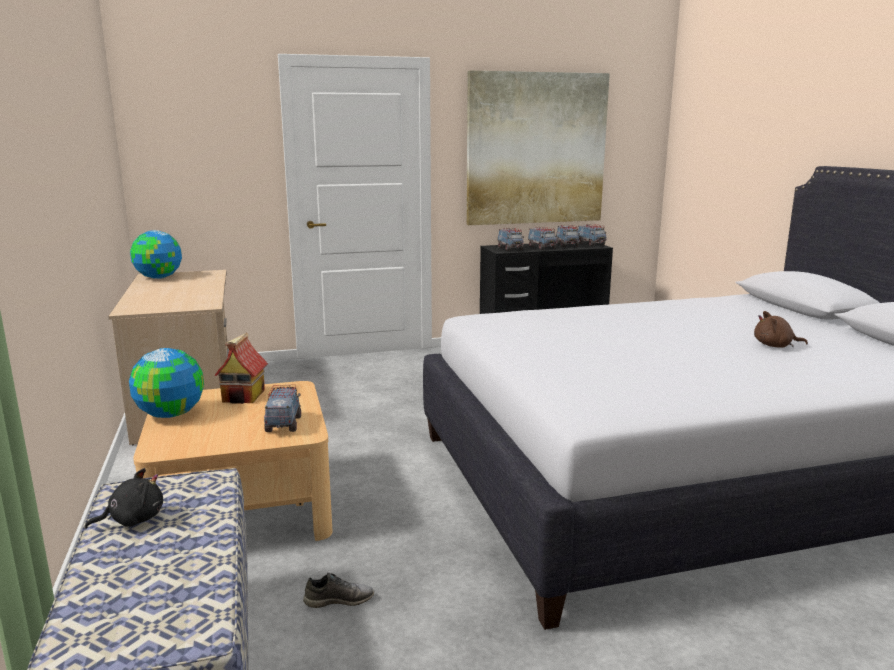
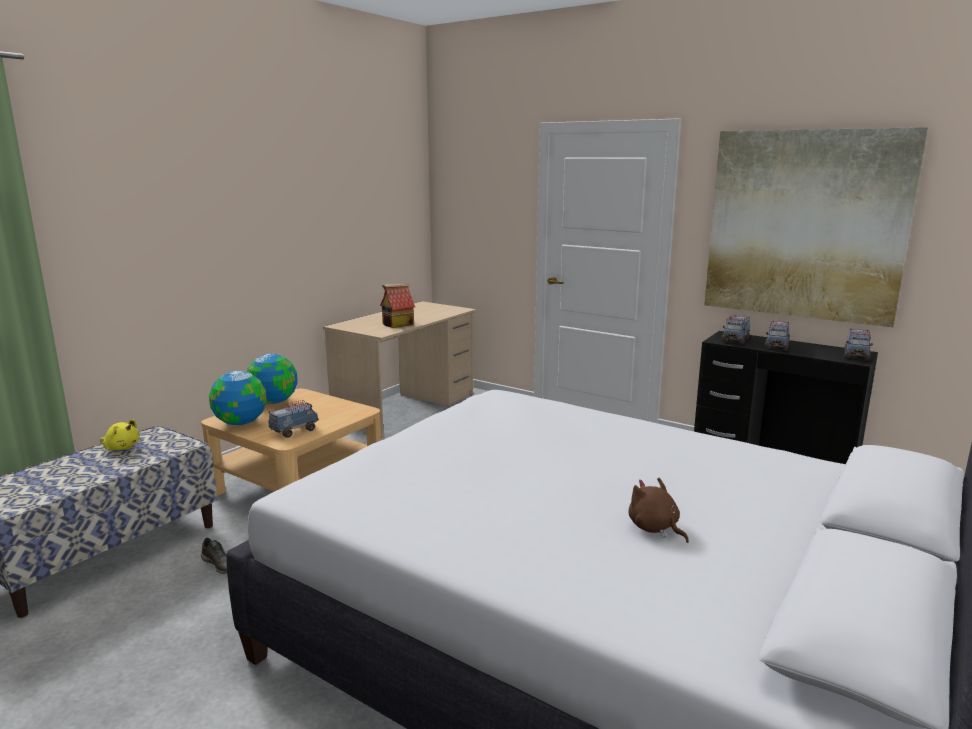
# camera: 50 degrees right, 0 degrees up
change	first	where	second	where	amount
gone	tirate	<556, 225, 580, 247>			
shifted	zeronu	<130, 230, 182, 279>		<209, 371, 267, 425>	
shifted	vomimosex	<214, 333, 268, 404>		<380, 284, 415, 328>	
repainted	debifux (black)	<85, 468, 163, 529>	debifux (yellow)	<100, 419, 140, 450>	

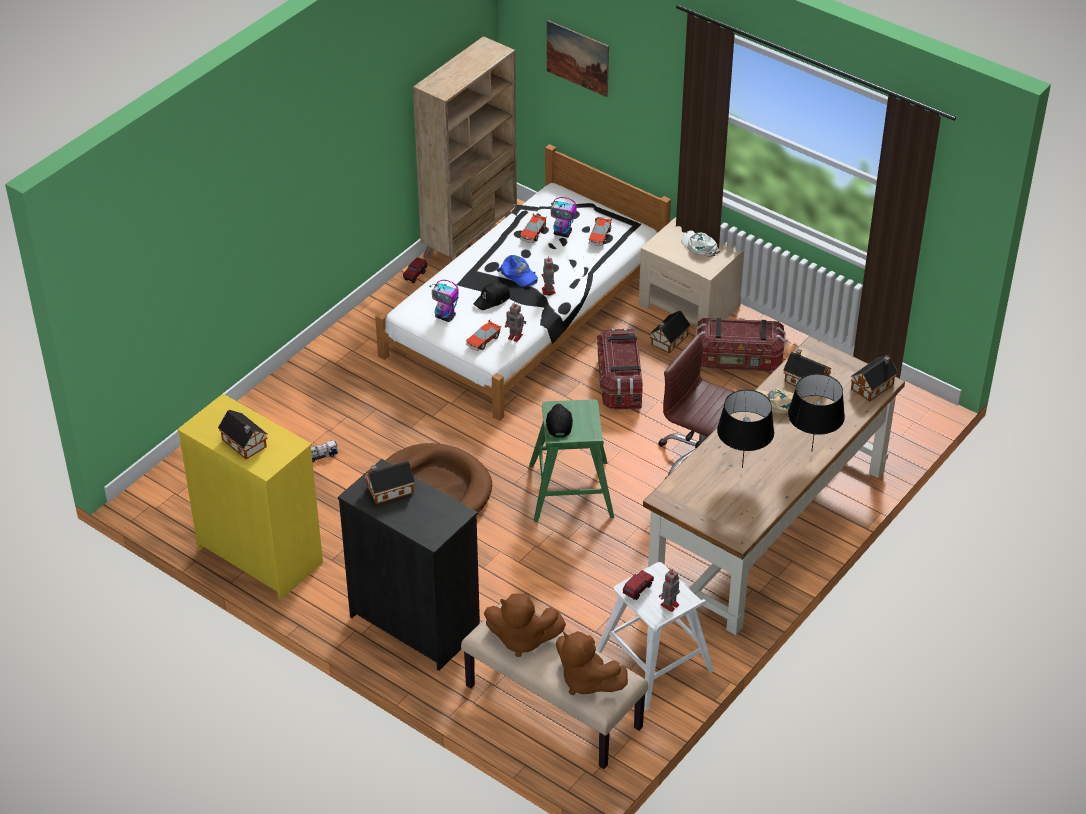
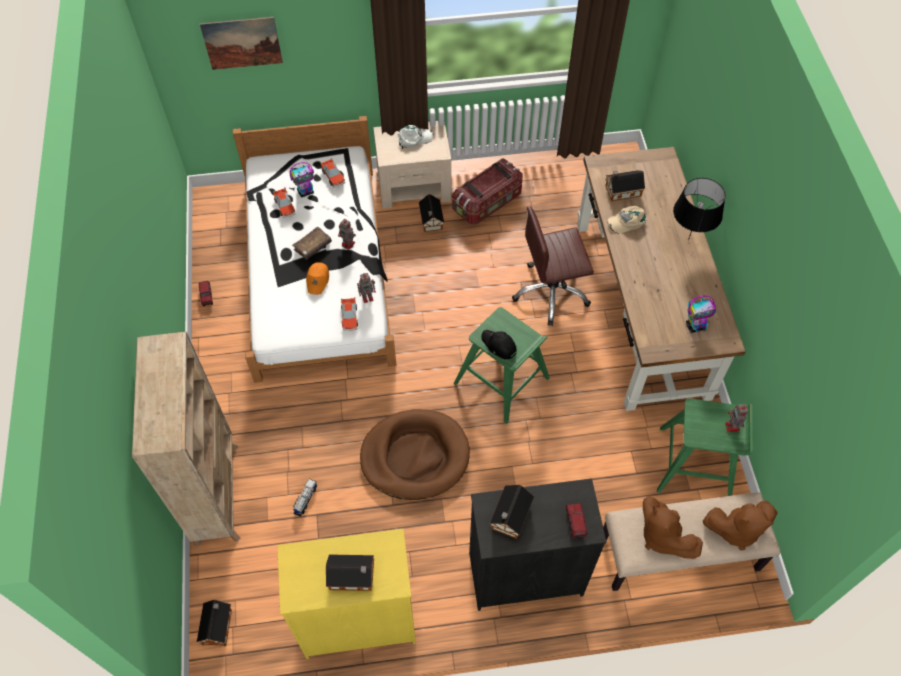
# camera: 45 degrees left, 15 degrees up
change	first	where	second	where	amount
shifted	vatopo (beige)	<413, 36, 517, 262>		<132, 332, 240, 547>	
rotated	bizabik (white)	<681, 231, 721, 257>		<398, 125, 433, 149>	150 degrees clockwise
swapped	bizabik (blue)	<496, 255, 538, 287>	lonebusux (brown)	<292, 226, 332, 260>	
shifted	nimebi	<429, 280, 459, 322>		<686, 295, 716, 333>	
repainted	bizabik (black)	<473, 282, 510, 310>	bizabik (orange)	<306, 262, 329, 295>	
gone	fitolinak	<597, 328, 643, 410>			
shifted	vomimosex	<850, 355, 898, 402>		<197, 600, 232, 646>	
gone	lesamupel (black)	<717, 390, 774, 468>			
repainted	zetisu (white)	<596, 562, 714, 711>	zetisu (green)	<657, 398, 753, 496>	
shifted	tirate	<623, 570, 654, 600>		<566, 503, 587, 538>	
rotated	debifux (brown)	<484, 593, 566, 657>		<643, 496, 703, 559>	90 degrees clockwise

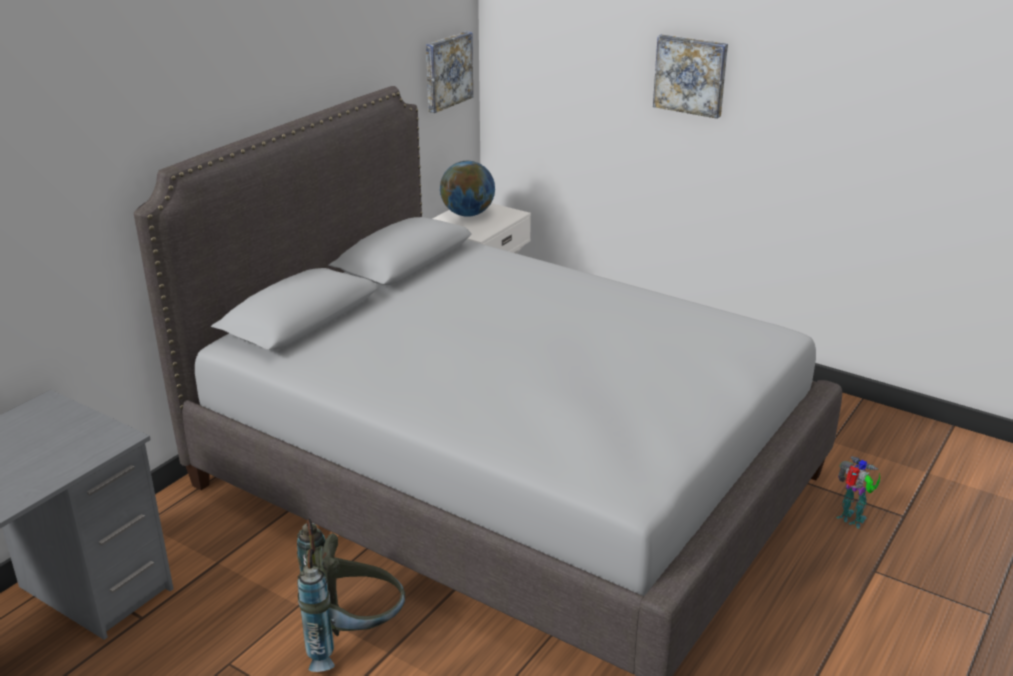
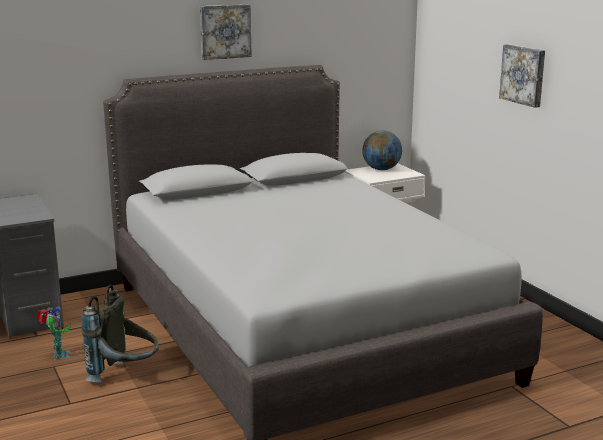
# camera: 30 degrees right, 10 degrees down
change	first	where	second	where	amount
shifted	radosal	<426, 31, 473, 113>		<200, 4, 252, 60>	
shifted	nimebi	<836, 456, 880, 528>		<37, 306, 71, 360>	

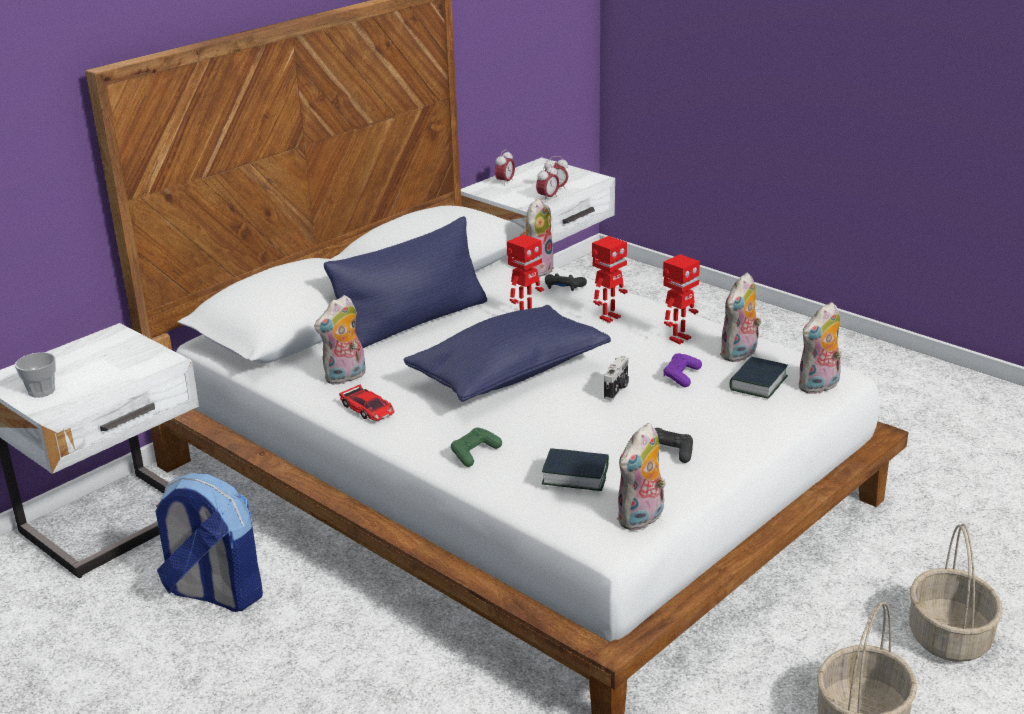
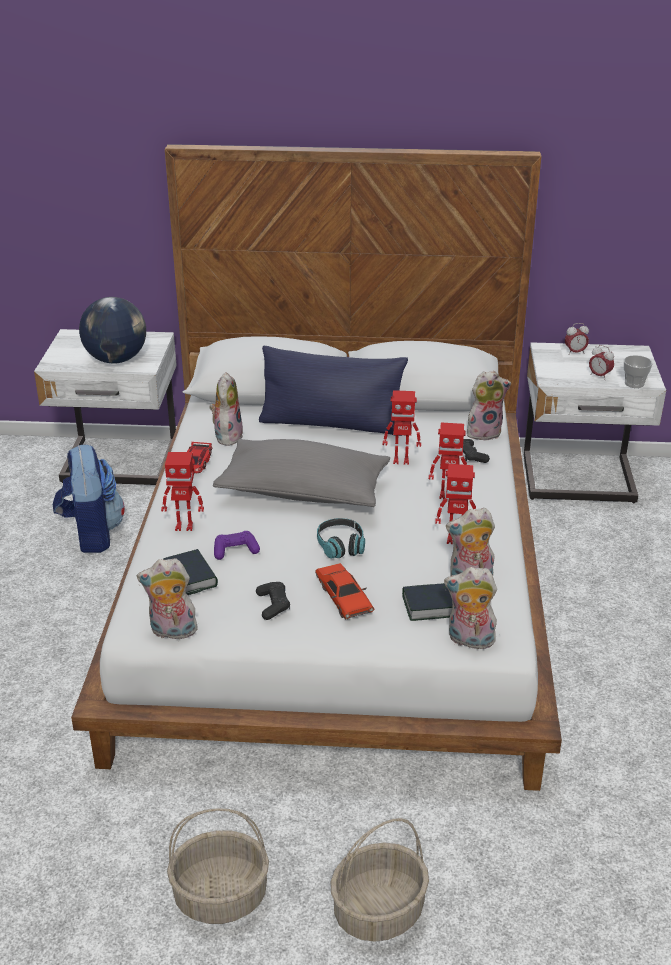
# camera: 50 degrees right, 5 degrees up
change	first	where	second	where	amount
gone	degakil	<536, 164, 559, 202>			
rotated	debifux	<314, 295, 366, 385>		<210, 372, 243, 446>	90 degrees clockwise
repainted	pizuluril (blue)	<403, 305, 611, 402>	pizuluril (grey)	<213, 439, 390, 507>	
shifted	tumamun	<15, 352, 56, 397>		<624, 355, 652, 388>	
shifted	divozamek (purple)	<663, 353, 702, 387>		<214, 531, 260, 560>	
swapped	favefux	<604, 355, 629, 400>	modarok	<317, 518, 365, 558>	
swapped	divozamek (green)	<451, 428, 502, 467>	nimebi	<161, 452, 204, 531>	
new			zeronu	<79, 297, 146, 364>	
new			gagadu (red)	<315, 563, 374, 619>	

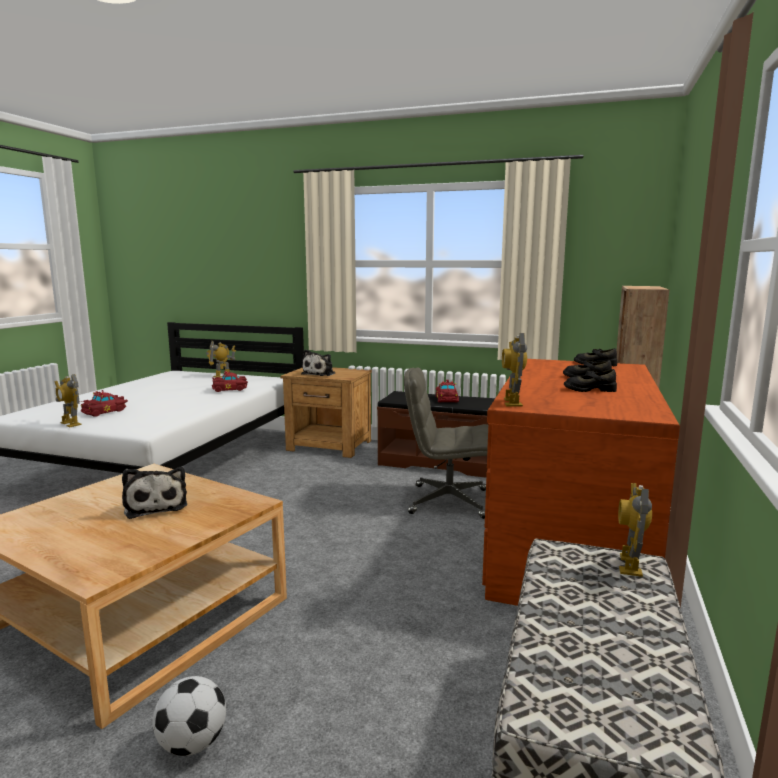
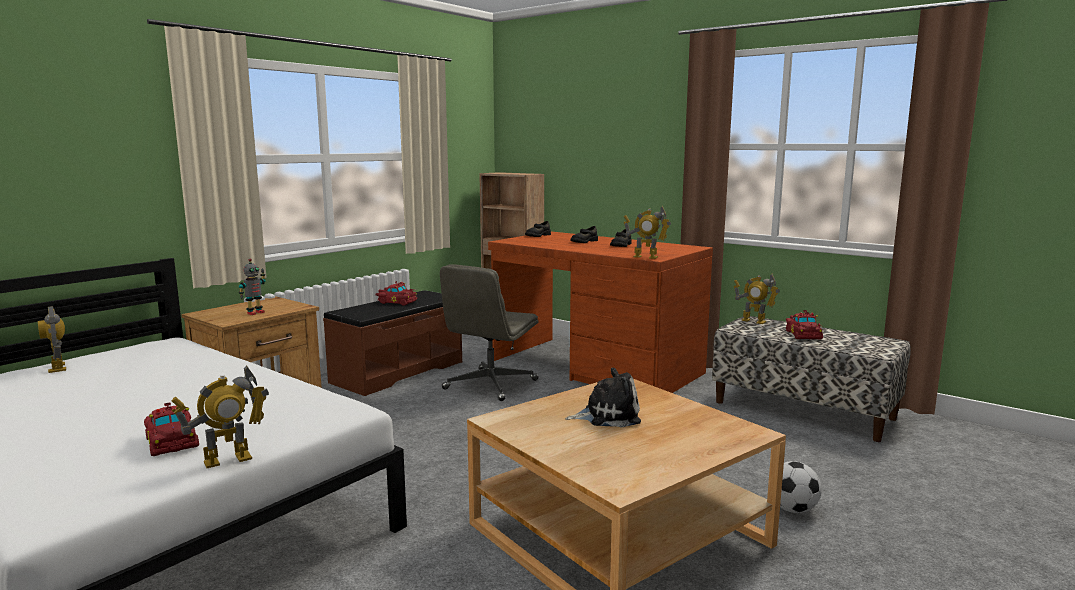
# camera: 70 degrees left, 0 degrees up
change	first	where	second	where	amount
swapped	debifux	<301, 349, 335, 376>	nimebi	<239, 259, 266, 315>	
shifted	gagadu (red)	<212, 370, 248, 392>		<786, 310, 823, 340>	

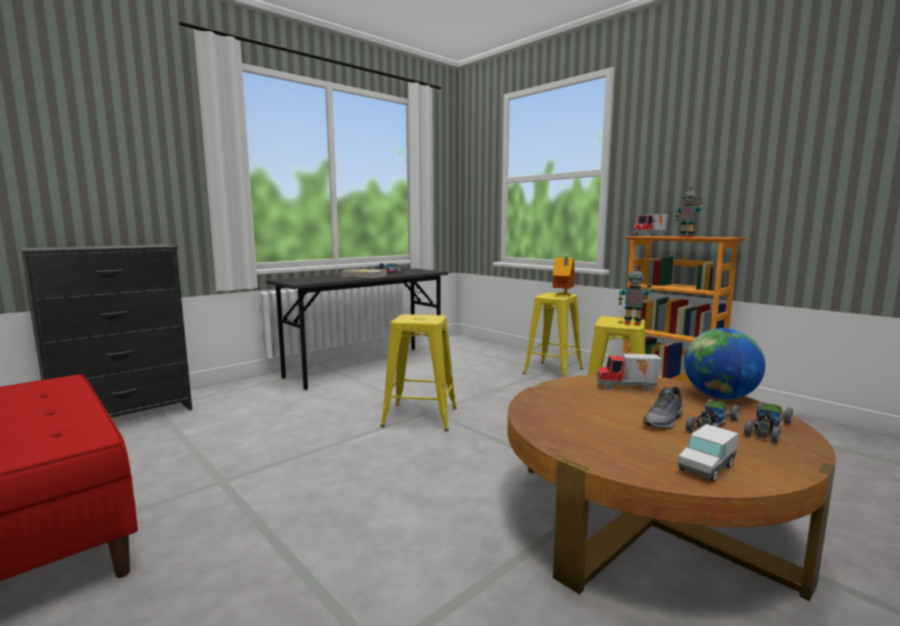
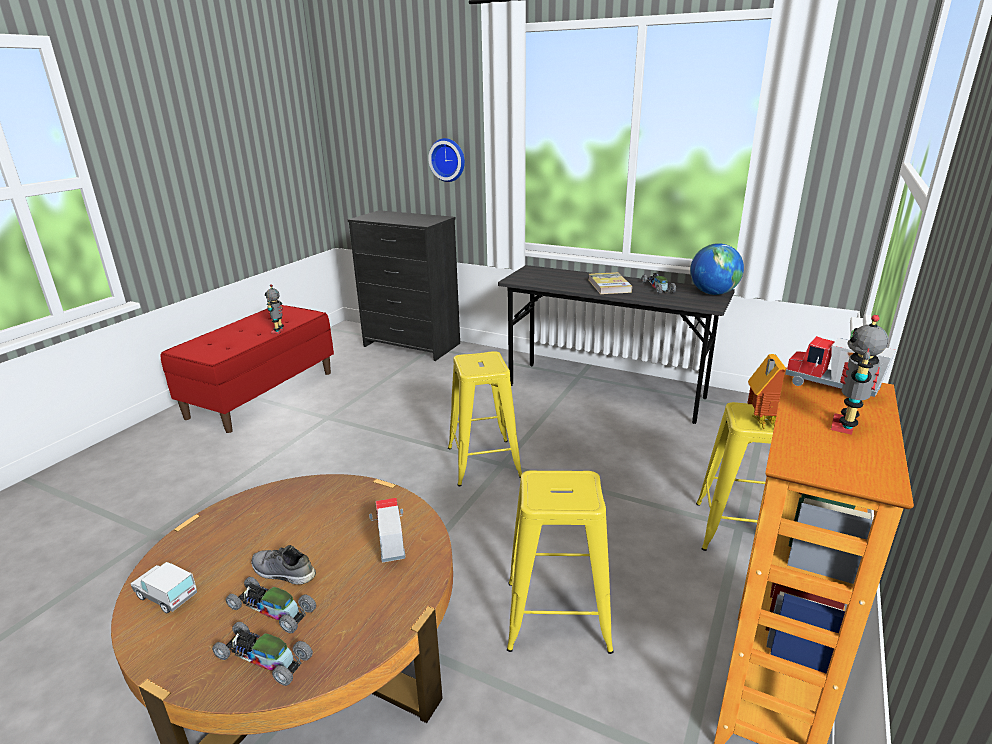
# camera: 70 degrees right, 15 degrees up
change	first	where	second	where	amount
shifted	nimebi	<618, 265, 652, 325>		<265, 284, 284, 334>	
shifted	zeronu	<684, 328, 765, 400>		<690, 243, 744, 295>	
new			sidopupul	<428, 138, 465, 182>	

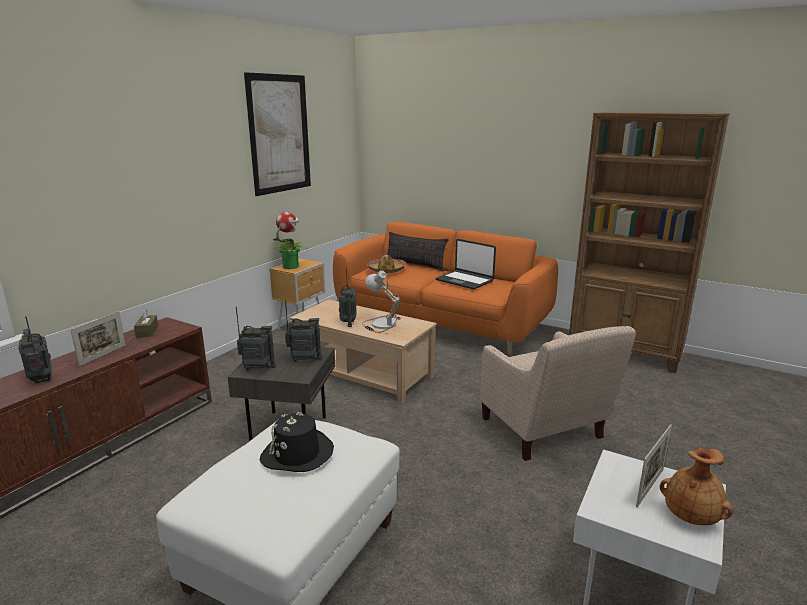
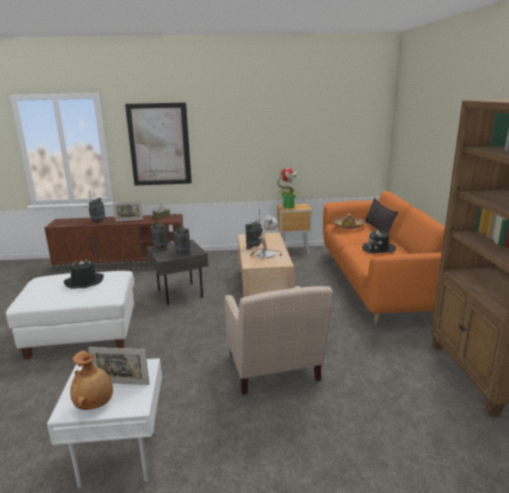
# camera: 55 degrees right, 0 degrees up
change	first	where	second	where	amount
shifted	radosal	<244, 72, 311, 196>		<125, 102, 192, 185>	
swapped	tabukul	<436, 239, 496, 289>	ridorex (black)	<362, 230, 396, 253>	
rotated	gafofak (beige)	<480, 326, 636, 461>		<225, 286, 333, 395>	45 degrees counterclockwise

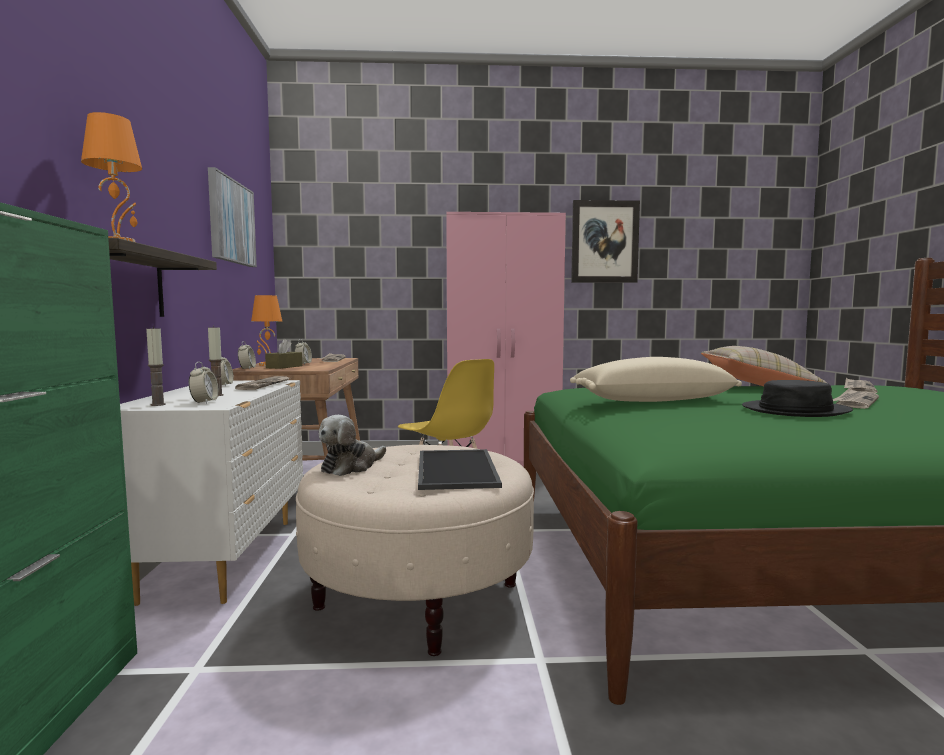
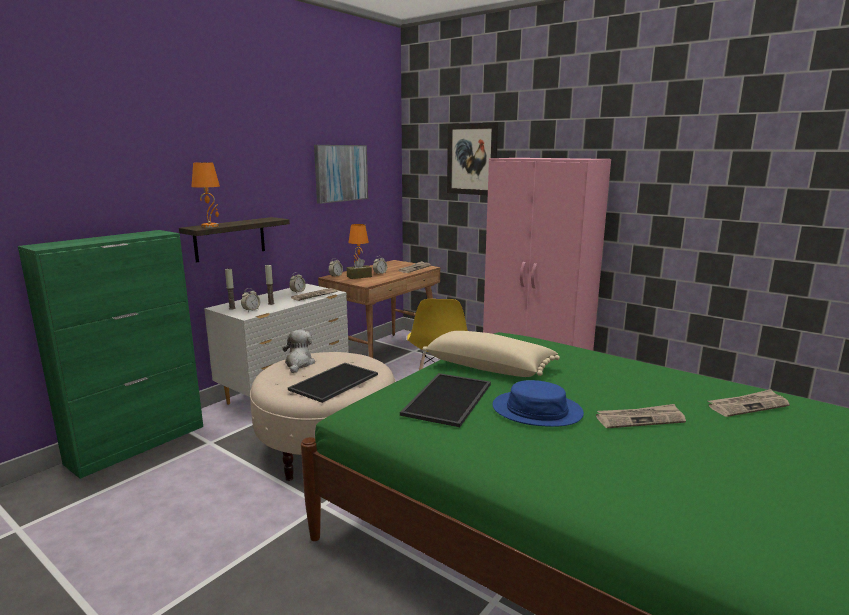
# camera: 40 degrees right, 10 degrees up
change	first	where	second	where	amount
shifted	radosal	<571, 200, 640, 283>		<447, 123, 498, 195>	
gone	pizuluril (beige)	<701, 346, 827, 386>			
repainted	ridorex (black)	<742, 380, 853, 417>	ridorex (blue)	<492, 380, 584, 427>	
rotated	debifux	<318, 415, 386, 476>		<283, 330, 315, 373>	105 degrees clockwise
new			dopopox	<400, 373, 491, 427>	

